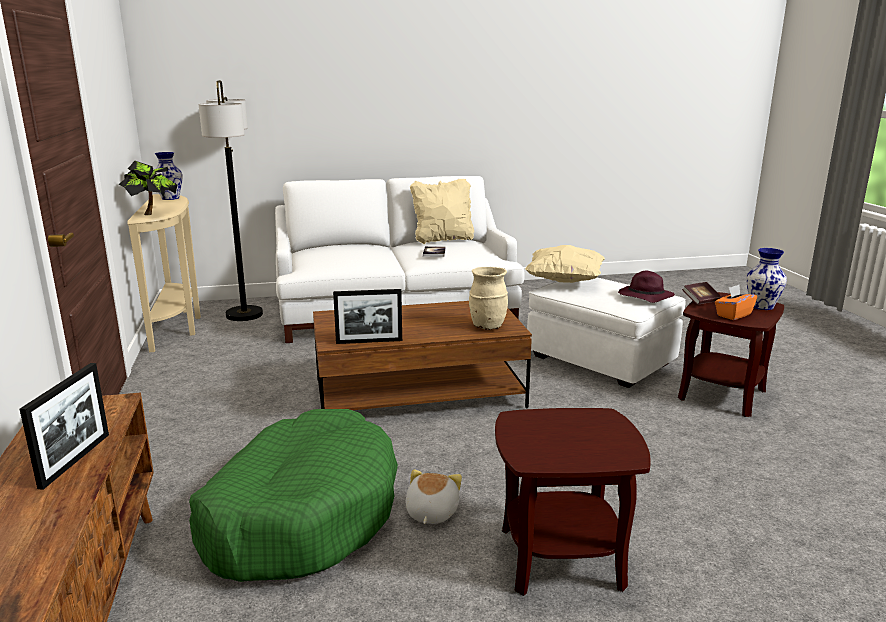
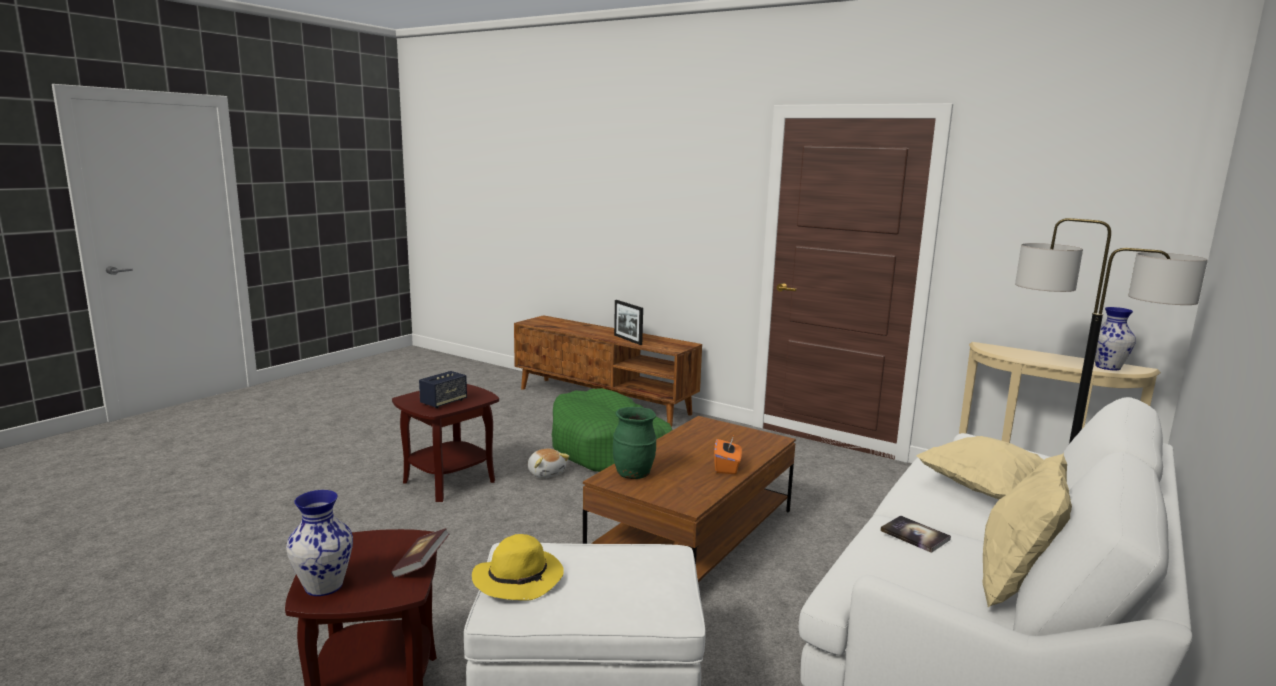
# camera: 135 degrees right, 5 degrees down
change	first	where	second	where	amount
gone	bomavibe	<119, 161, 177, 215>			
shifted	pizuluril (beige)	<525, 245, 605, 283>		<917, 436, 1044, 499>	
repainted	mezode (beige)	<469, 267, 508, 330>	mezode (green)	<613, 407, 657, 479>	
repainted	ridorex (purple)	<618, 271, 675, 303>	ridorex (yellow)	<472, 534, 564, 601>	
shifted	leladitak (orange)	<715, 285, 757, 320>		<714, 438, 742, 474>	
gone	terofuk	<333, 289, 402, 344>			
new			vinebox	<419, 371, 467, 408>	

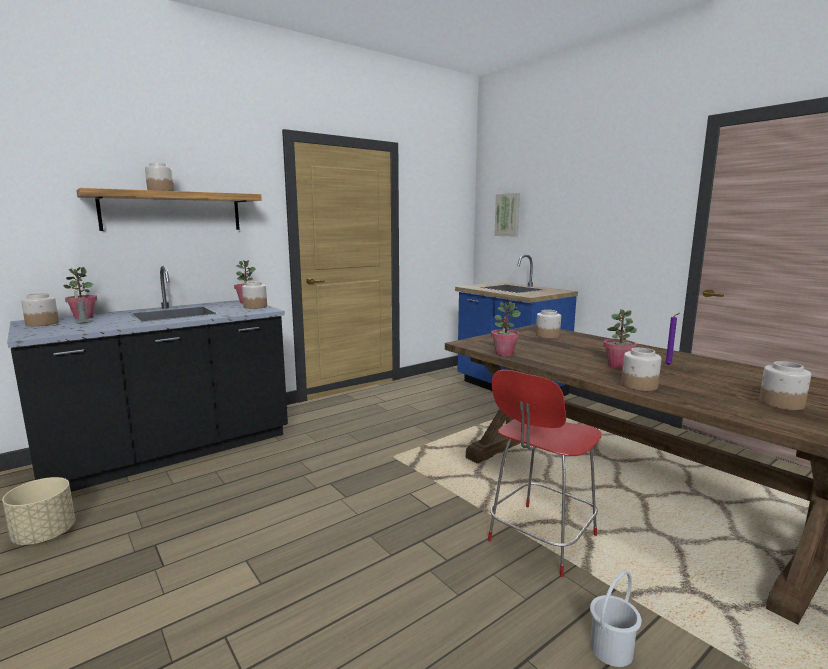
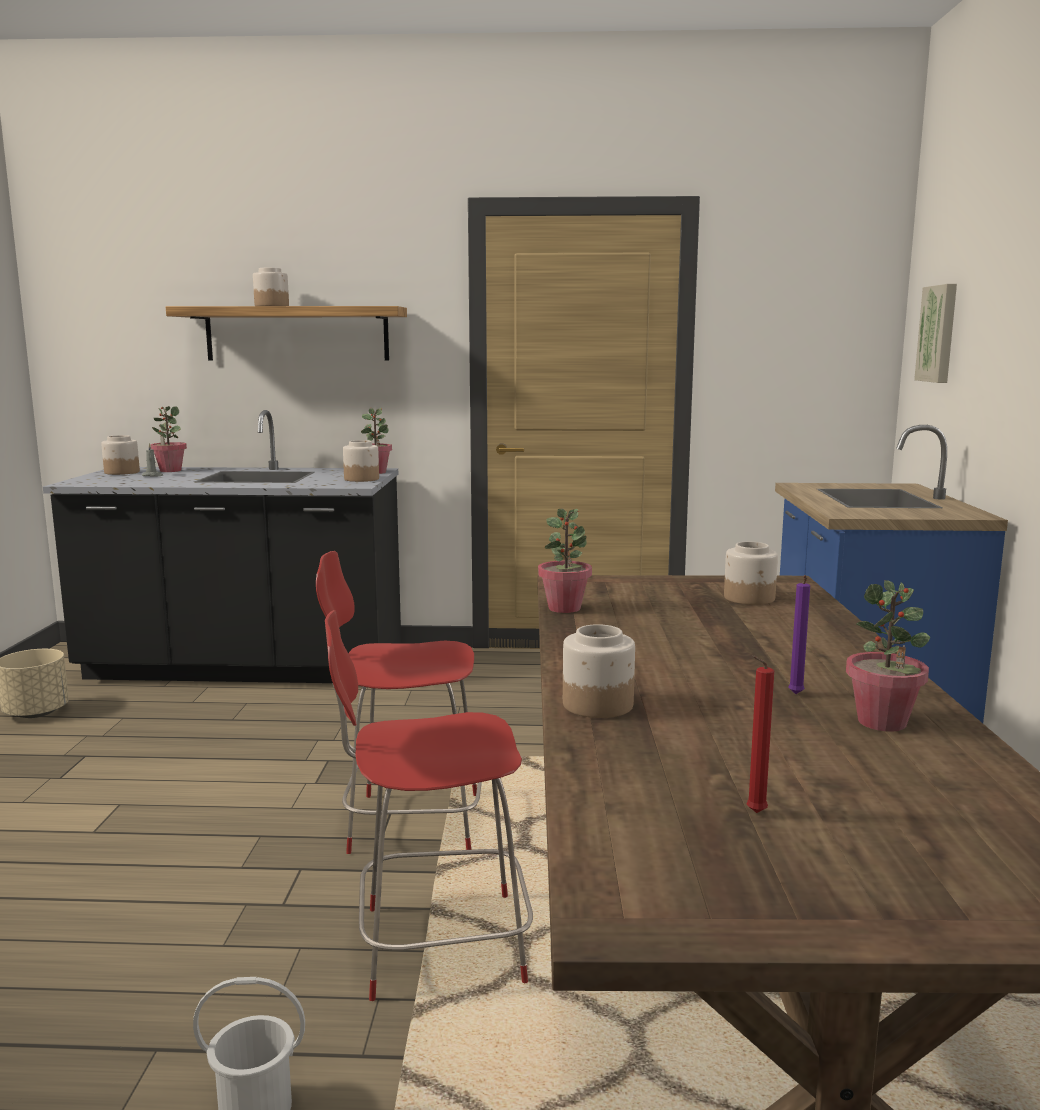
# camera: 40 degrees right, 0 degrees up
change	first	where	second	where	amount
shifted	bomavibe	<603, 309, 637, 369>		<846, 580, 930, 732>	
swapped	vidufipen	<759, 361, 811, 410>	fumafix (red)	<747, 656, 774, 813>	
new			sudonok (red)	<316, 551, 482, 854>	

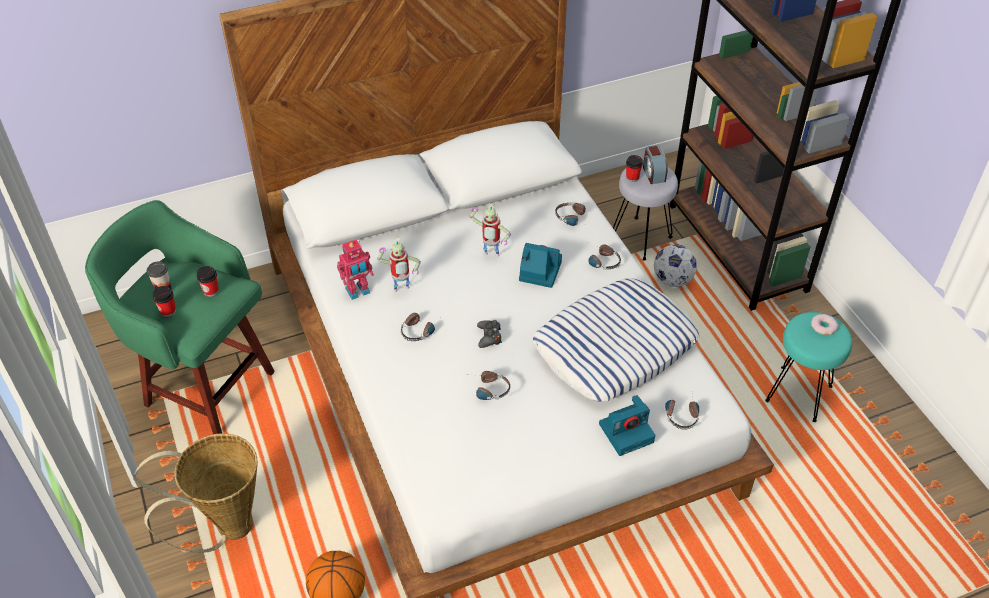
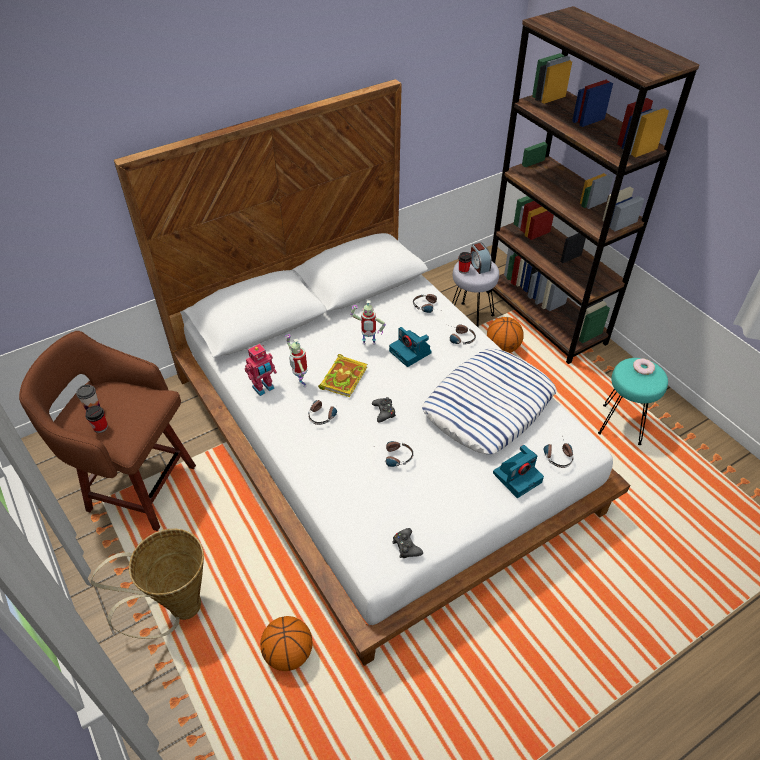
# camera: 10 degrees left, 0 degrees up
change	first	where	second	where	amount
repainted	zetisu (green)	<85, 200, 275, 434>	zetisu (brown)	<19, 331, 196, 531>	
rotated	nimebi	<377, 238, 421, 292>		<285, 334, 307, 387>	90 degrees clockwise
rotated	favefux	<519, 243, 562, 288>		<389, 327, 432, 367>	135 degrees counterclockwise
swapped	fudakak	<654, 244, 697, 287>	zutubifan	<487, 317, 524, 353>	
gone	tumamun	<196, 266, 219, 297>			
new			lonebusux	<318, 354, 367, 397>	
new			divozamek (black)	<392, 528, 423, 558>	

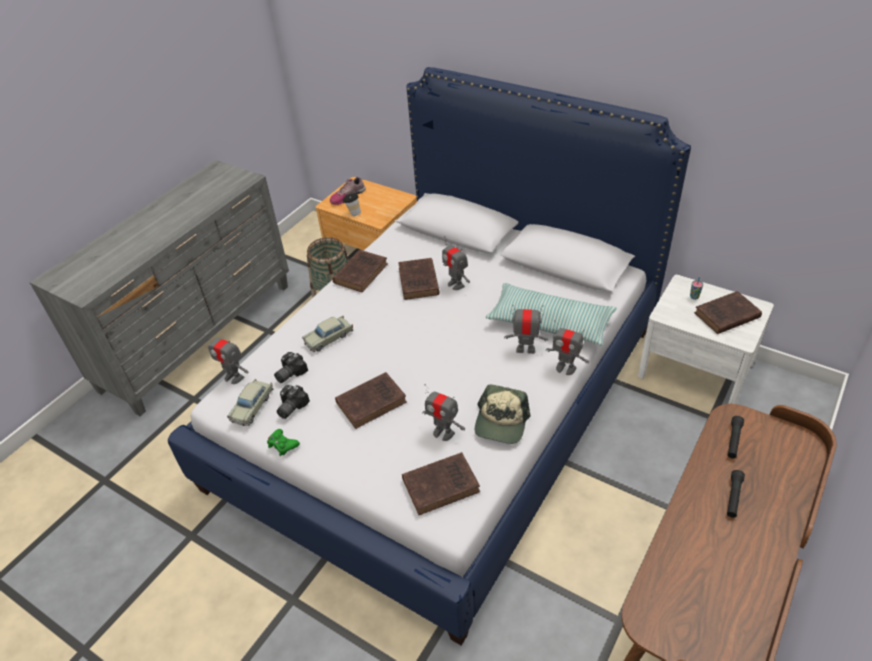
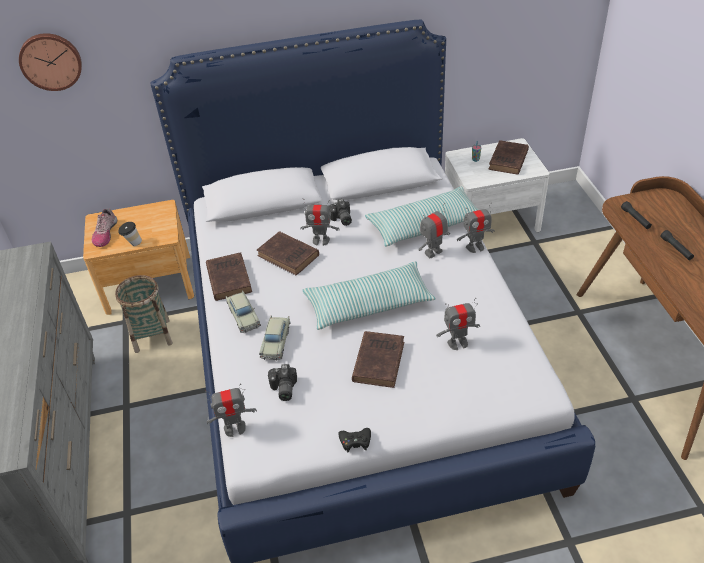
# camera: 45 degrees left, 0 degrees up
change	first	where	second	where	amount
shifted	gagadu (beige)	<227, 378, 273, 426>		<226, 290, 261, 333>	
gone	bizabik	<475, 384, 530, 444>			
shifted	favefux	<277, 385, 310, 419>		<329, 199, 352, 226>	
repainted	divozamek (green)	<267, 429, 300, 456>	divozamek (black)	<339, 428, 371, 452>	
gone	lonebusux (brown)	<402, 452, 480, 515>			
new			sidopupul	<19, 33, 82, 91>	
new			pizuluril	<303, 261, 436, 330>	

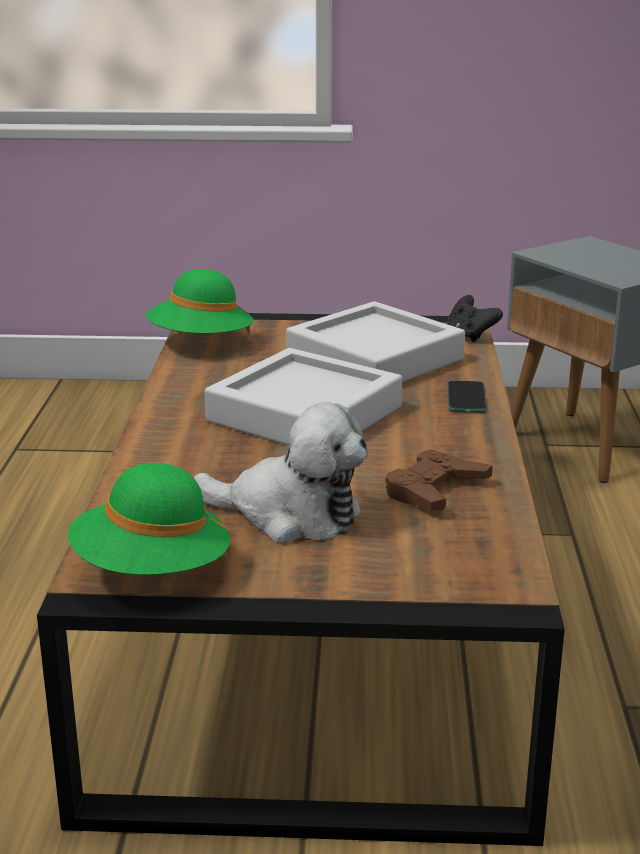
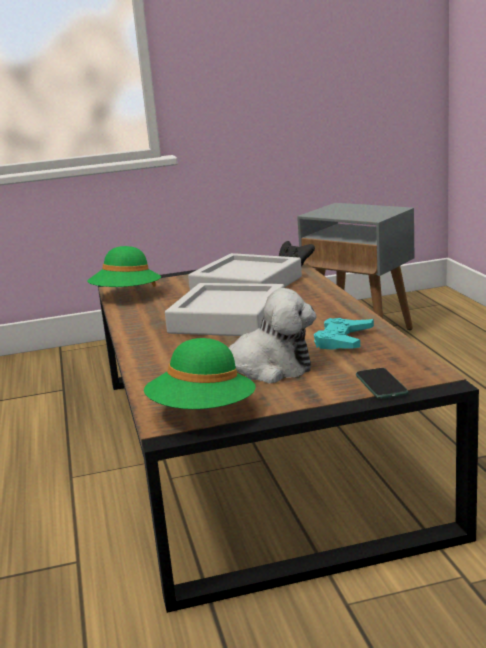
# camera: 15 degrees left, 5 degrees down
change	first	where	second	where	amount
shifted	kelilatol	<448, 381, 487, 413>		<356, 368, 408, 399>	
repainted	divozamek (brown)	<385, 450, 493, 511>	divozamek (turquoise)	<314, 318, 374, 350>	

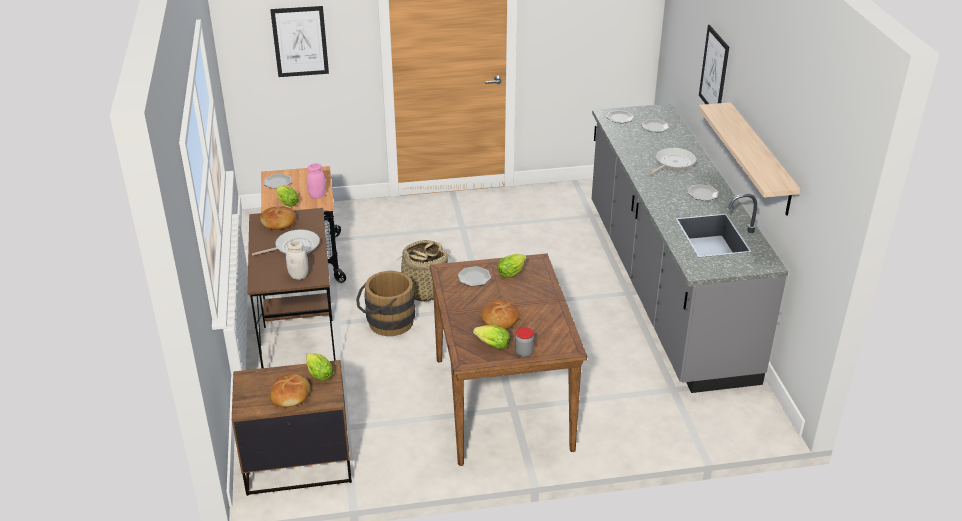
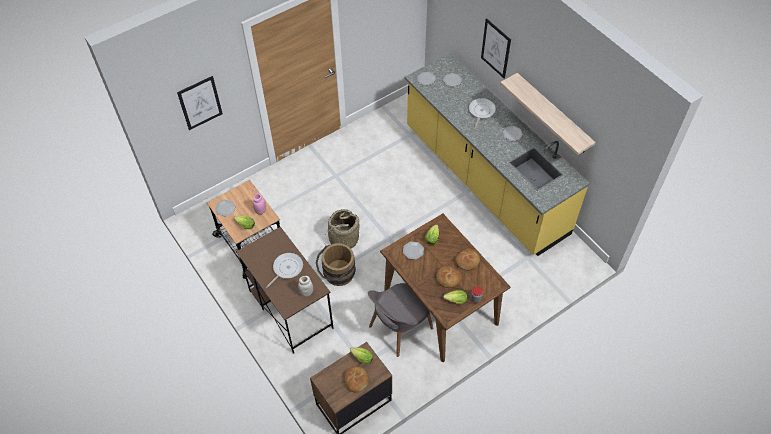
# camera: 25 degrees left, 20 degrees up
change	first	where	second	where	amount
repainted	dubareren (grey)	<592, 104, 789, 393>	dubareren (yellow)	<405, 53, 590, 256>	
shifted	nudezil	<260, 206, 296, 230>		<455, 248, 480, 270>	
new			sudonok (grey)	<368, 283, 433, 357>	

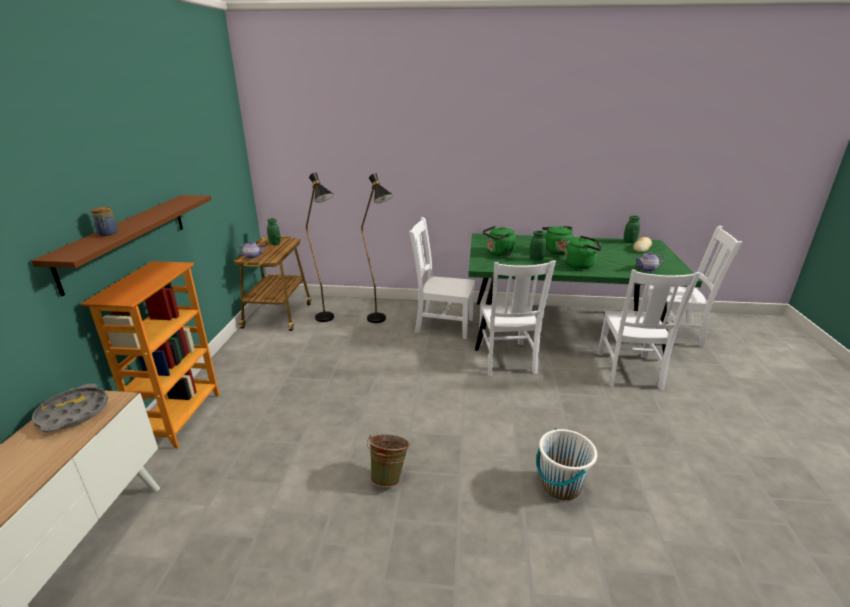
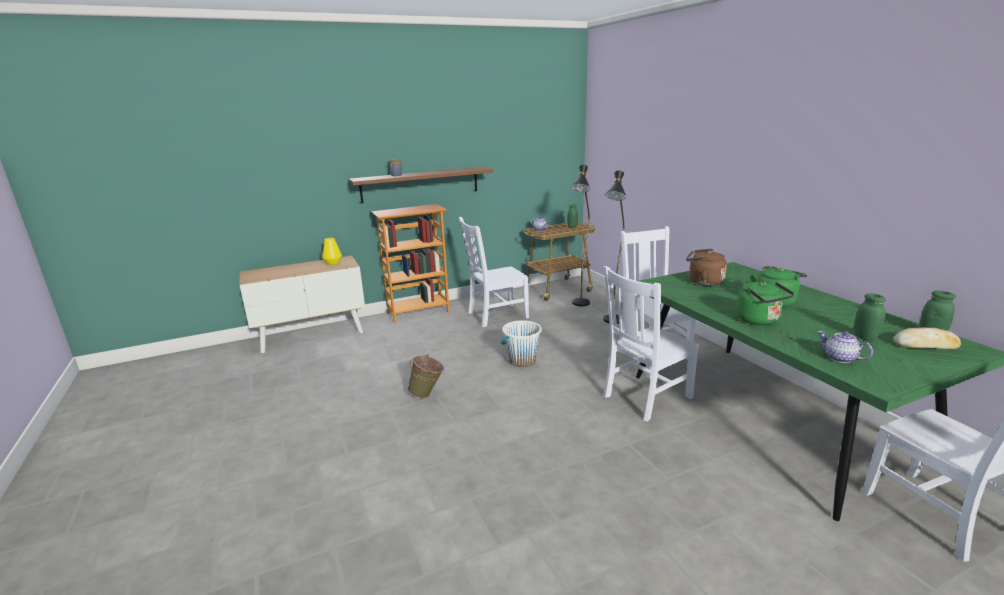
# camera: 60 degrees right, 5 degrees down
change	first	where	second	where	amount
repainted	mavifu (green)	<483, 226, 516, 256>	mavifu (brown)	<686, 249, 727, 286>	
shifted	vidufipen (green)	<530, 231, 546, 261>		<854, 293, 886, 341>	
shifted	sudonok (white)	<597, 269, 701, 390>		<459, 217, 529, 327>	
swapped	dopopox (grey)	<32, 384, 108, 432>	mezode (yellow)	<322, 238, 342, 265>	
shifted	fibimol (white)	<536, 428, 597, 500>		<501, 320, 542, 367>	

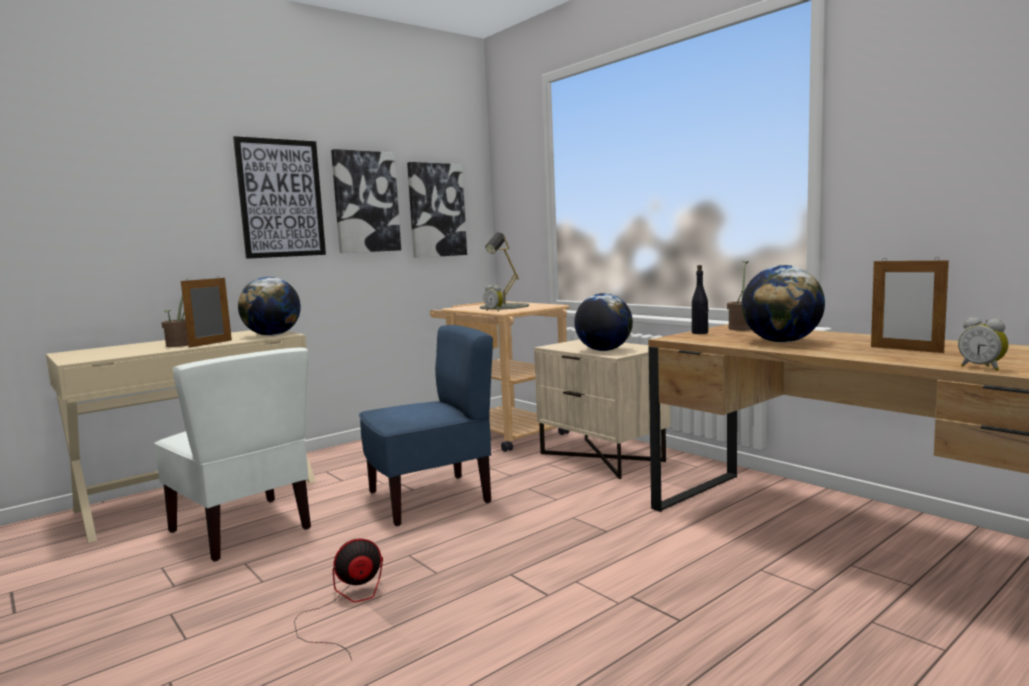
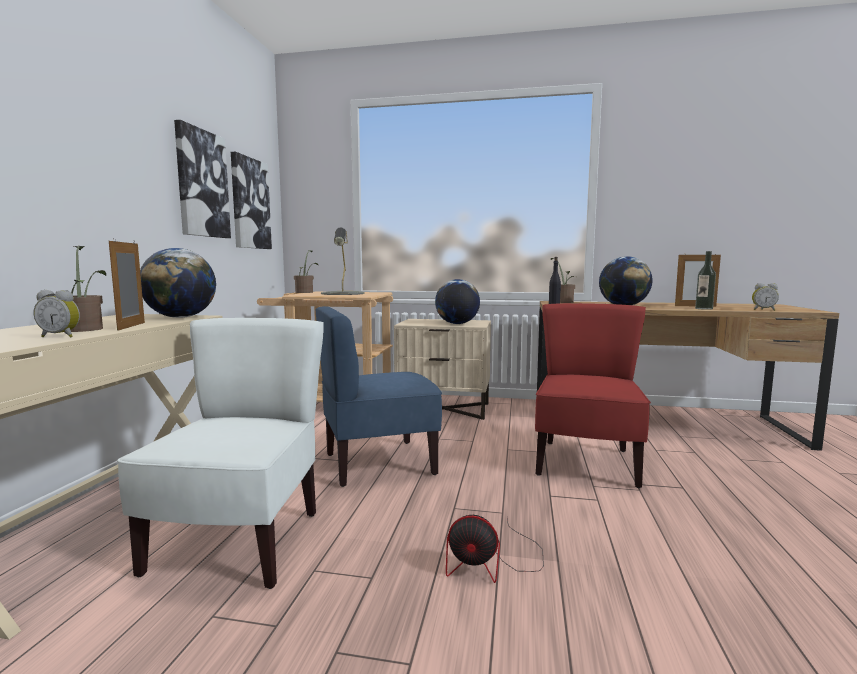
# camera: 40 degrees left, 0 degrees up
change	first	where	second	where	amount
gone	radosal	<233, 136, 326, 259>			
shifted	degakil	<484, 285, 503, 312>		<34, 290, 80, 337>	
rotated	sudonok (blue)	<359, 325, 493, 526>		<315, 306, 442, 487>	135 degrees counterclockwise
rotated	sudonok (white)	<154, 348, 311, 562>		<117, 318, 324, 589>	90 degrees counterclockwise
rotated	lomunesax	<294, 538, 383, 661>		<446, 515, 544, 583>	105 degrees counterclockwise
new			bomavibe	<294, 250, 319, 293>	
new			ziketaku	<695, 251, 716, 310>	
new			sudonok (red)	<535, 303, 651, 488>	

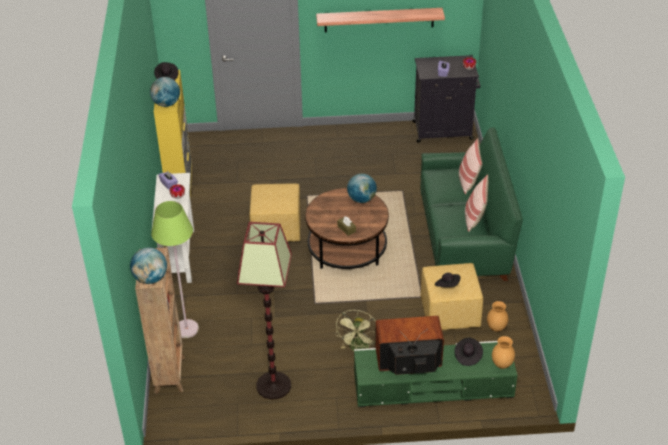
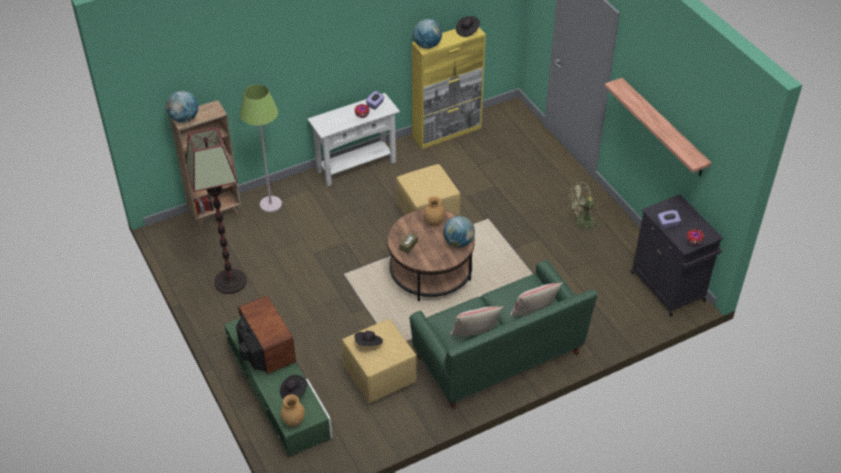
# camera: 65 degrees right, 5 degrees up
change	first	where	second	where	amount
shifted	mezode (brown)	<487, 301, 508, 332>		<424, 196, 445, 226>	
shifted	lomunesax (green)	<335, 310, 376, 351>		<568, 182, 601, 233>	

